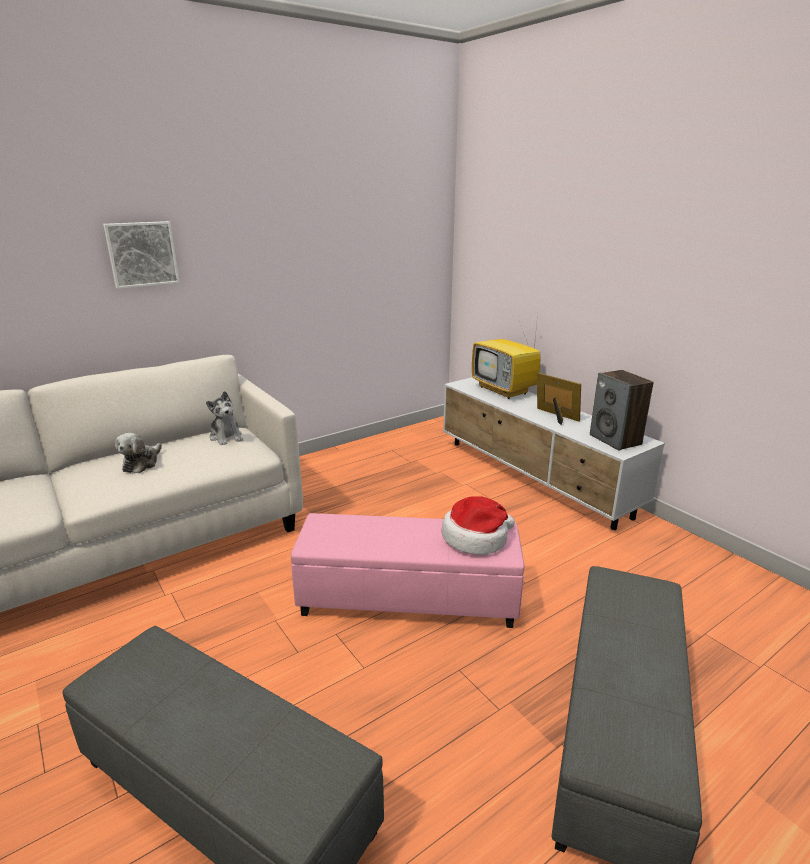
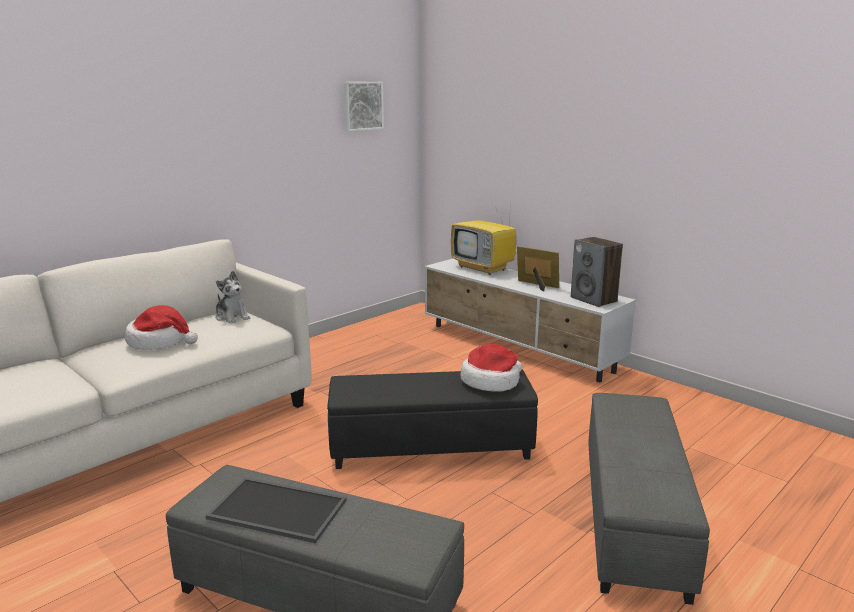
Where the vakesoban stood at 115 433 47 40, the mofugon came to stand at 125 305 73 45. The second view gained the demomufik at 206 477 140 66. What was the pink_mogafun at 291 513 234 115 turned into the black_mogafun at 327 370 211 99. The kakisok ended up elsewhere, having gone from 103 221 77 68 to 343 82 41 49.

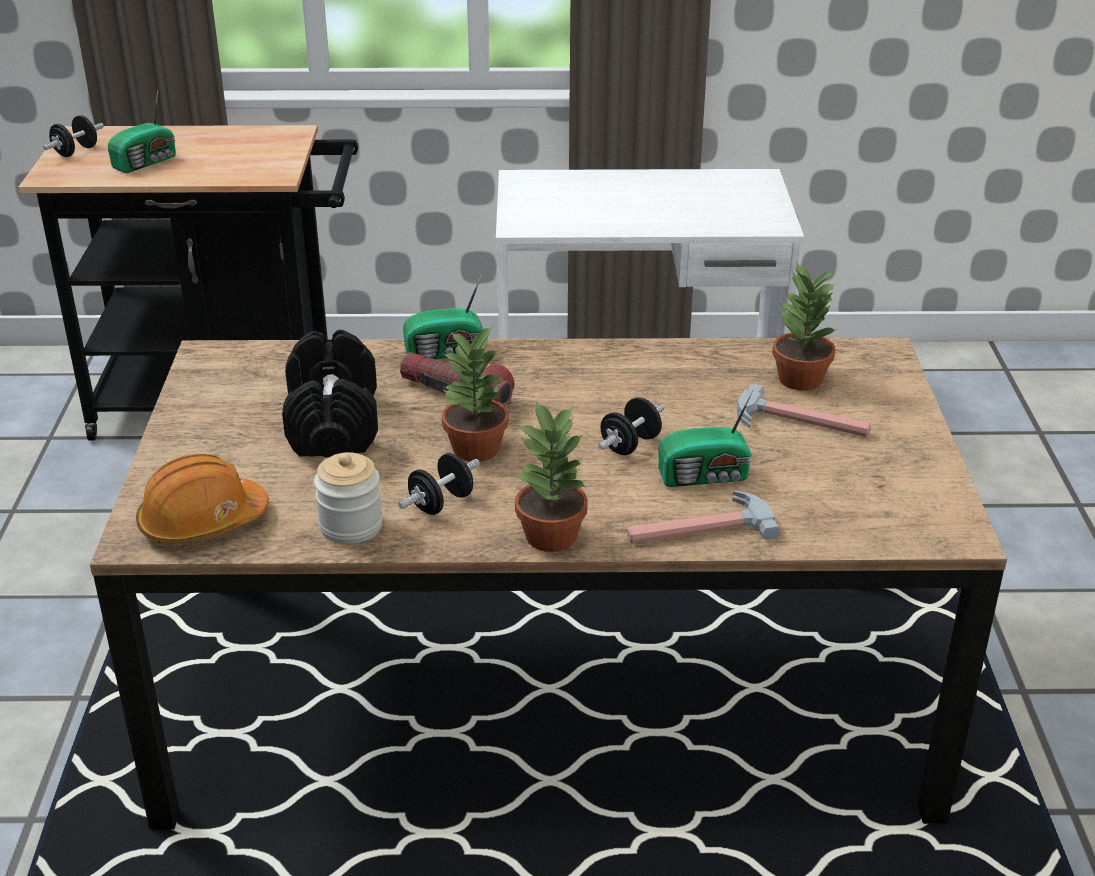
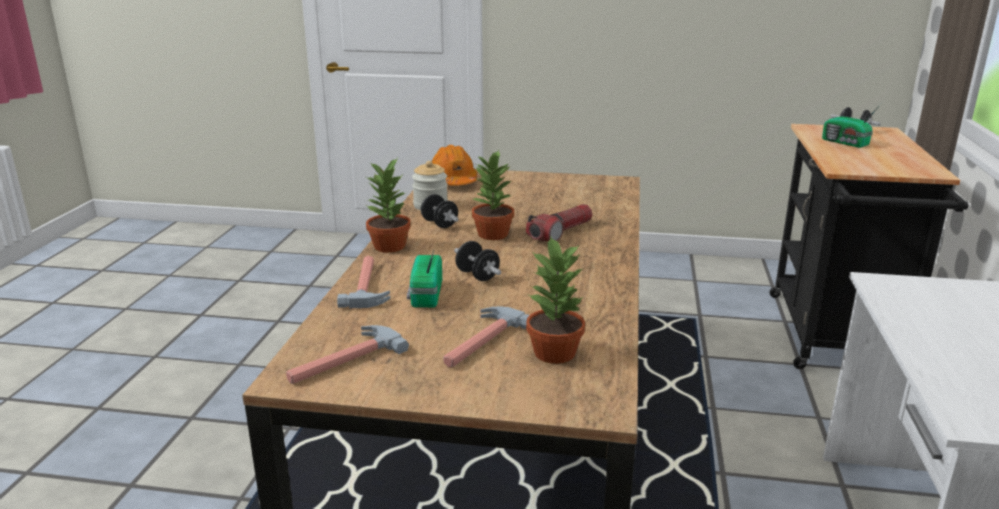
The second view gained the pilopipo at 286 325 123 59. The second view lost the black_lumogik at 282 330 96 127. The second view lost the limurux at 403 274 80 85.

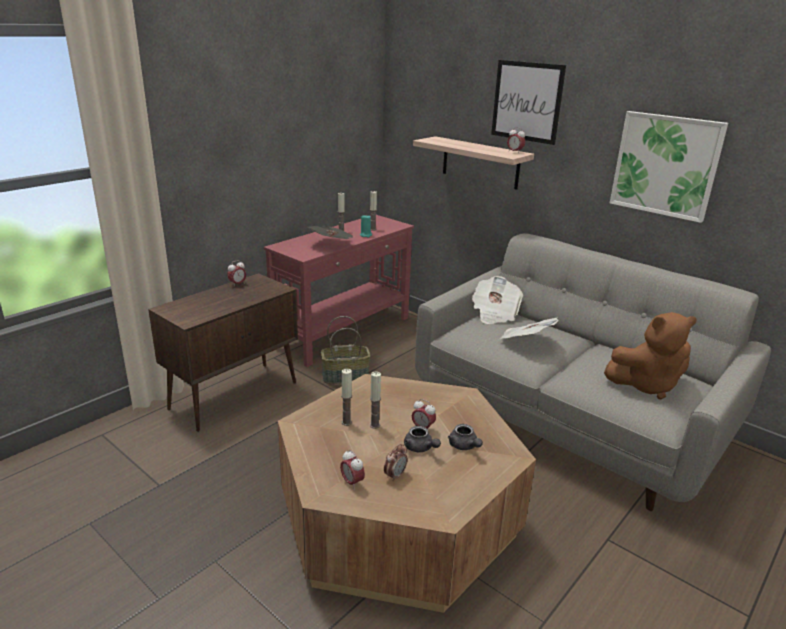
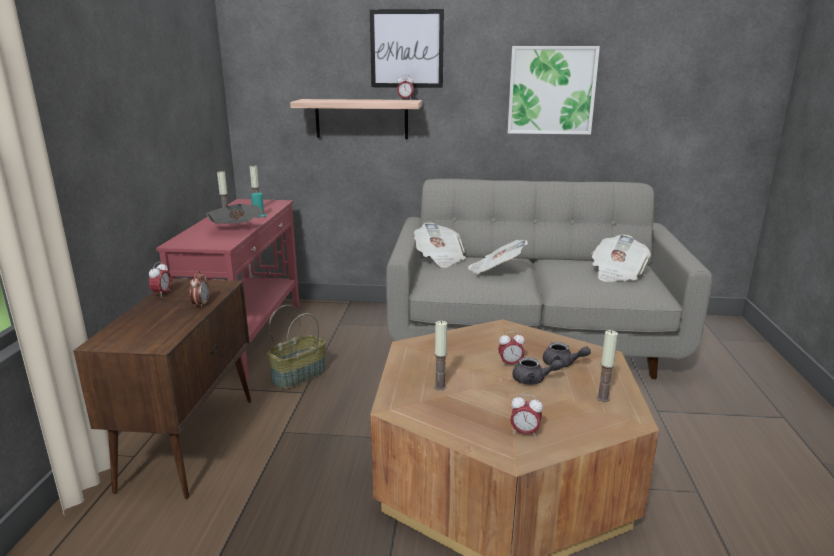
The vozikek ended up elsewhere, having gone from 384 444 23 38 to 190 271 19 37. Where the brown_vakesoban stood at 604 312 93 88, the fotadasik came to stand at 591 234 60 48. The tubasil ended up elsewhere, having gone from 370 371 11 58 to 596 330 22 72.

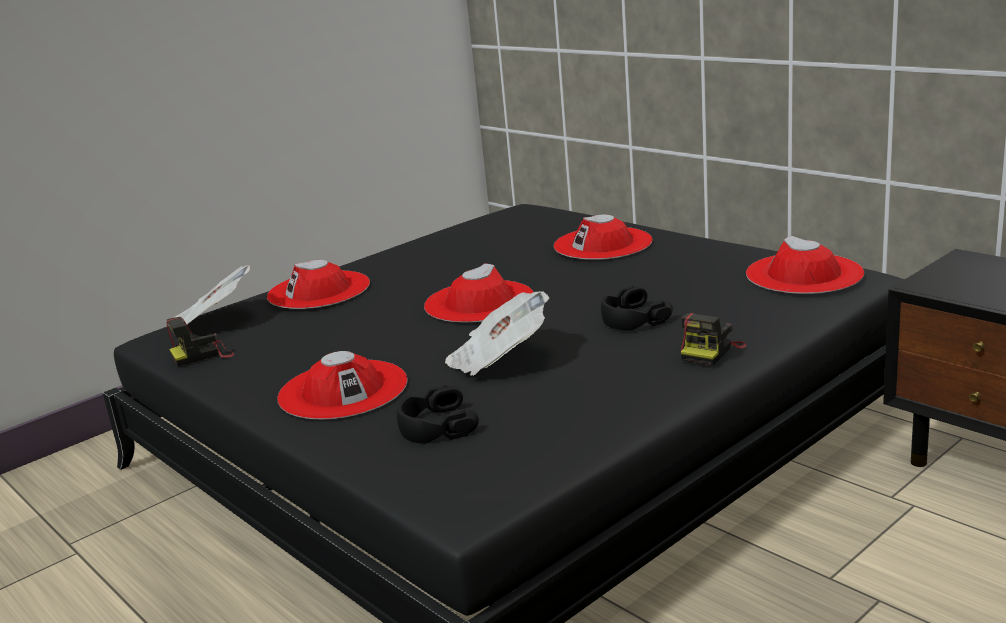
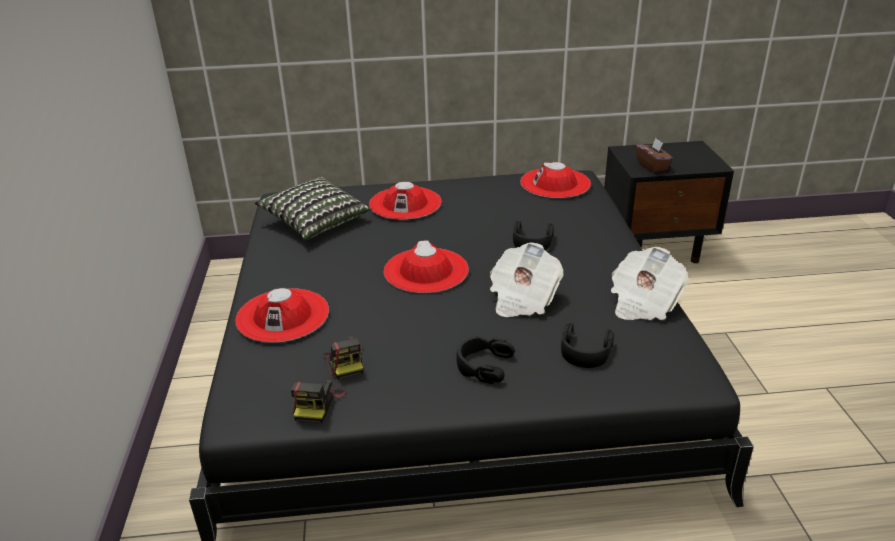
The second view gained the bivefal at 254 176 116 64. The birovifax ended up elsewhere, having gone from 680 313 67 53 to 323 337 40 43. Where the red_mofugon stood at 277 351 131 68, the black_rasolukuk came to stand at 456 336 59 48. The fotadasik ended up elsewhere, having gone from 174 265 76 59 to 611 247 78 73. The second view gained the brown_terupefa at 636 138 37 35.

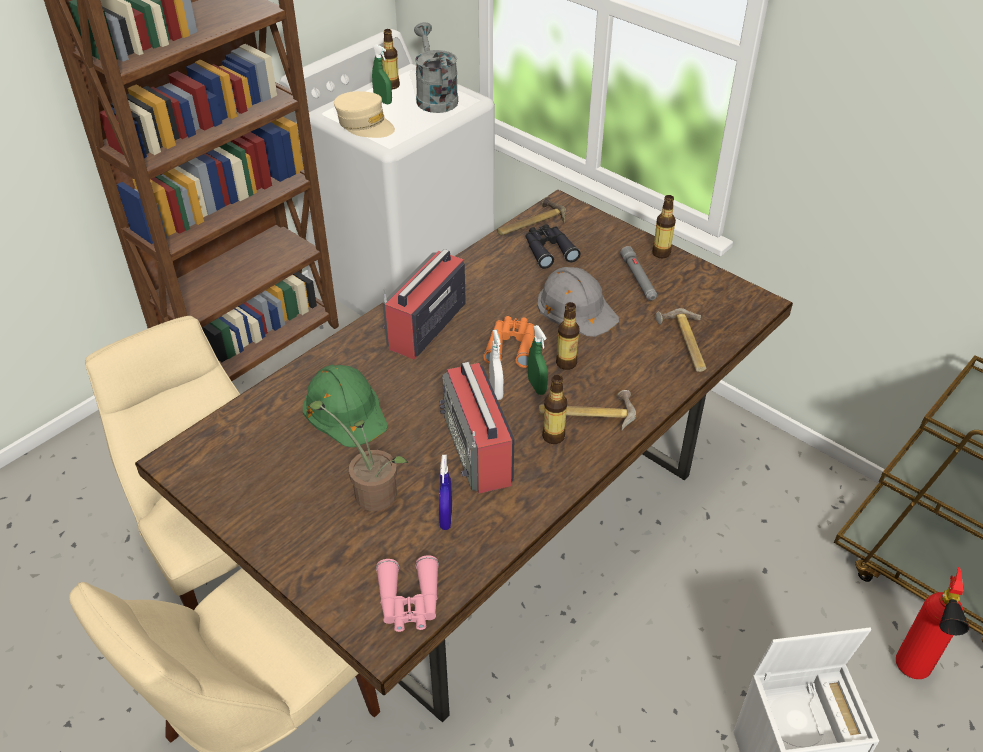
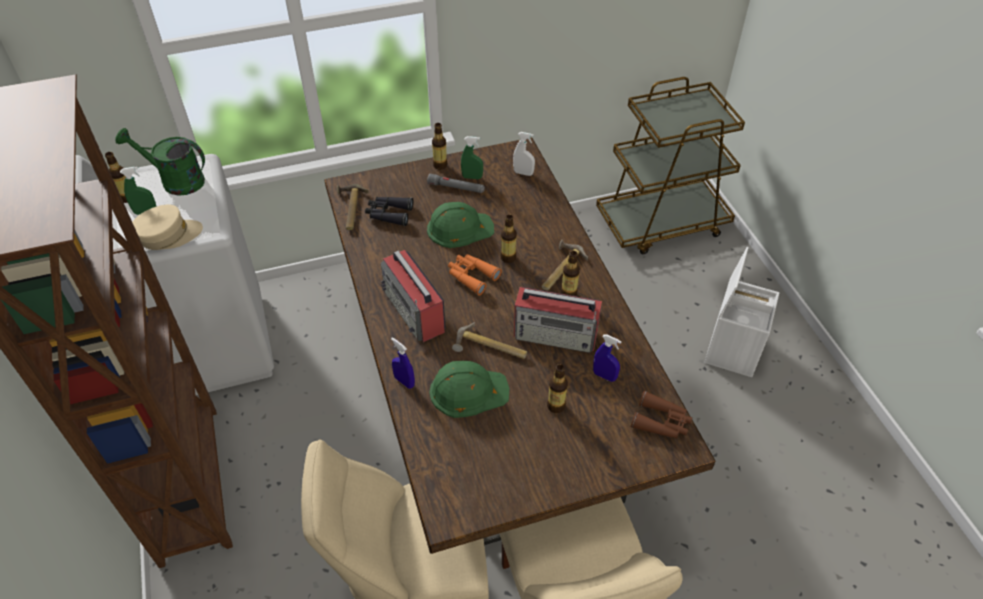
What was the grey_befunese at 414 22 44 91 turned into the green_befunese at 115 128 90 68. The second view gained the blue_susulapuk at 391 337 24 52. What was the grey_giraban at 538 267 81 70 turned into the green_giraban at 427 202 67 46. The pilopipo ended up elsewhere, having gone from 656 308 51 64 to 452 322 75 37. The green_susulapuk ended up elsewhere, having gone from 528 325 20 70 to 461 136 22 43. The white_susulapuk ended up elsewhere, having gone from 489 330 15 70 to 513 132 22 44. Where the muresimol stood at 308 400 100 111, the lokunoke came to stand at 547 364 21 49. What was the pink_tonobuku at 376 555 63 77 turned into the brown_tonobuku at 631 391 61 48. The second view lost the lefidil at 896 567 74 112.

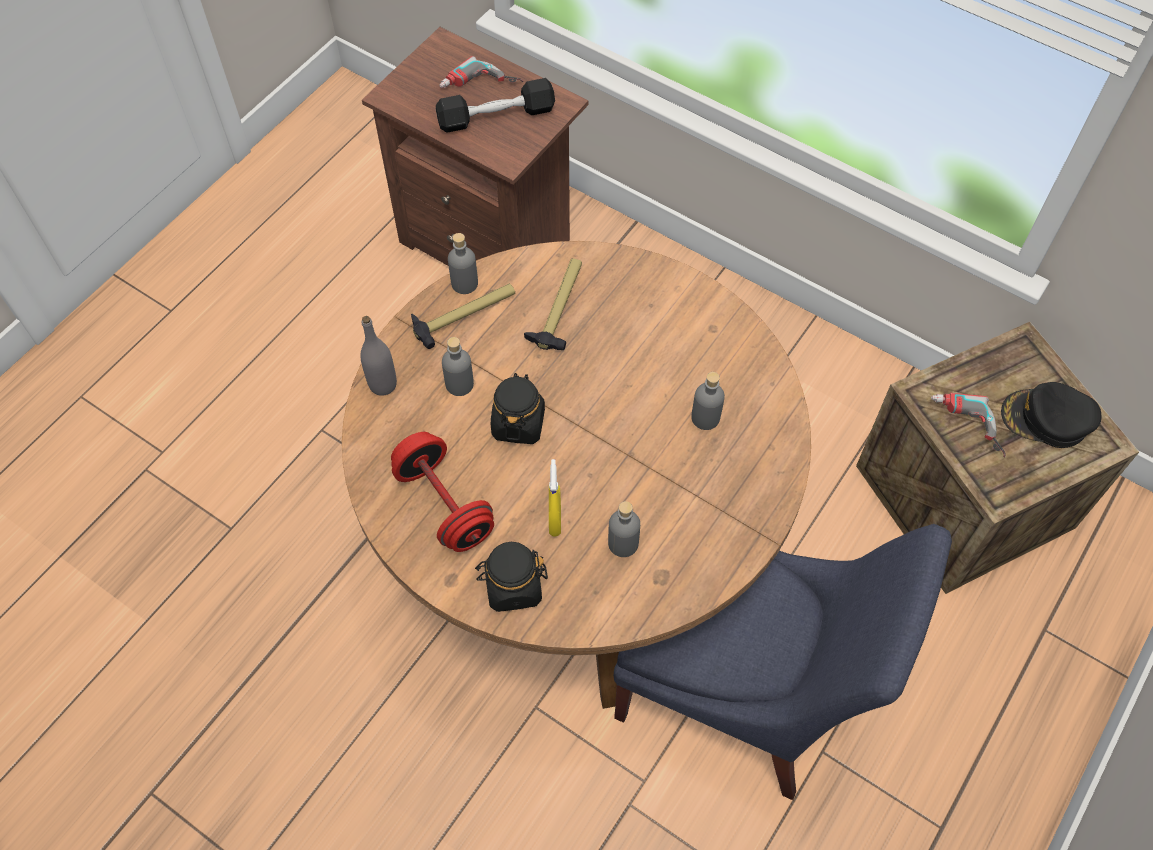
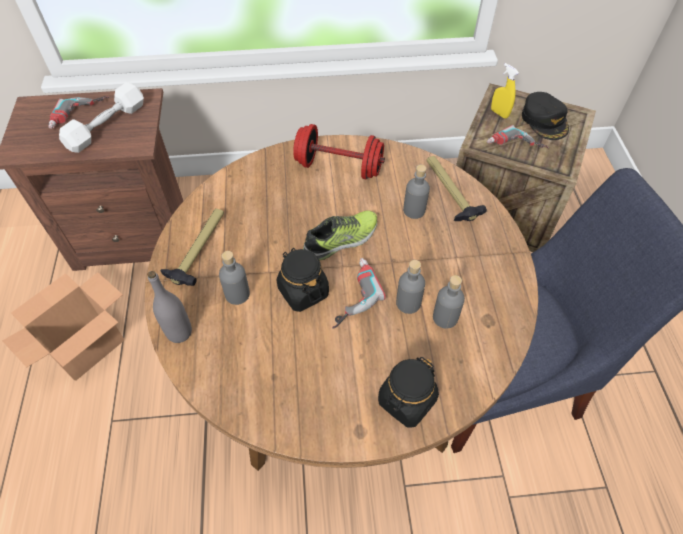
The second view gained the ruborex at 2 272 122 109. What was the black_lumogik at 436 78 119 55 turned into the white_lumogik at 59 82 85 71. The red_lumogik ended up elsewhere, having gone from 391 432 103 120 to 293 124 92 55. The second view gained the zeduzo at 303 211 74 50. The second view gained the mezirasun at 332 258 54 71. The grey_lokunoke ended up elsewhere, having gone from 448 233 30 61 to 396 260 29 54. The pilopipo ended up elsewhere, having gone from 524 259 58 91 to 427 156 60 65. The yellow_susulapuk ended up elsewhere, having gone from 549 459 12 78 to 491 63 28 56. The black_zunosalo at 1001 382 100 66 ended up facing another way, 75 degrees counterclockwise from before.

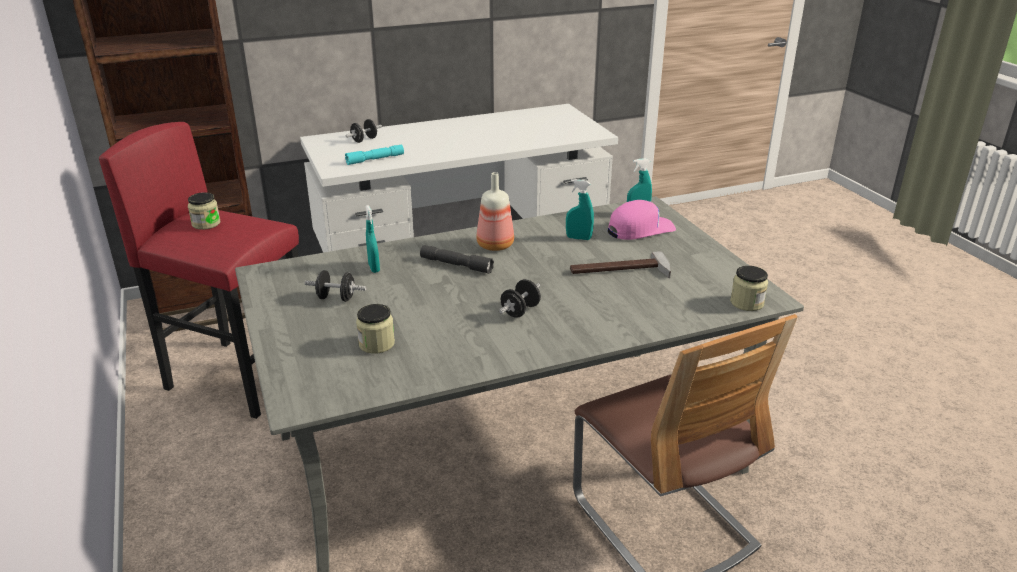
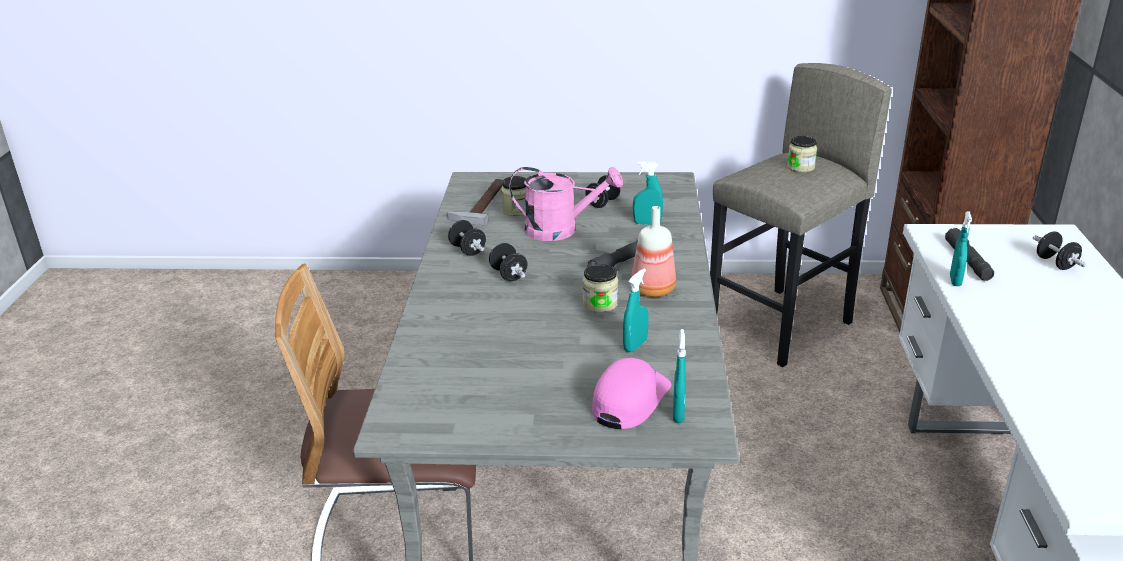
The pilopipo ended up elsewhere, having gone from 570 251 101 27 to 447 179 56 46. The second view gained the black_lumogik at 448 220 38 36. The second view gained the pink_befunese at 509 167 114 74. The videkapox ended up elsewhere, having gone from 730 266 38 45 to 582 264 36 49. The pink_zunosalo at 608 200 68 40 ended up facing another way, 150 degrees counterclockwise from before. What was the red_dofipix at 99 122 200 297 turned into the grey_dofipix at 710 63 182 304. What was the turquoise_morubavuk at 345 145 59 20 turned into the grey_morubavuk at 945 228 49 53. The second view gained the turquoise_susulapuk at 950 211 22 75.

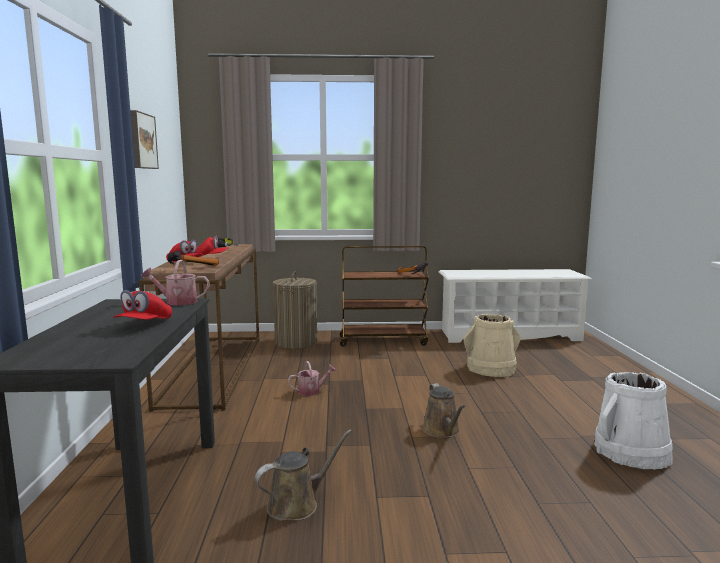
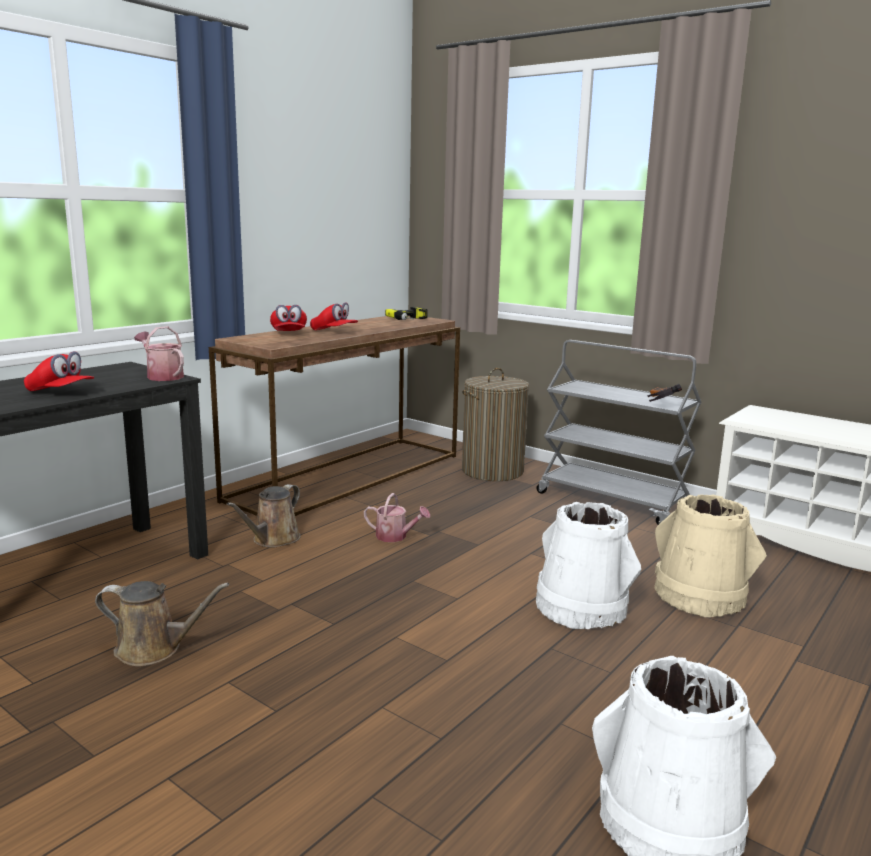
The red_zunosalo at 113 290 59 30 ended up facing another way, 120 degrees counterclockwise from before. The brown_befunese ended up elsewhere, having gone from 422 383 44 55 to 227 484 74 63. The second view gained the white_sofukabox at 536 502 105 127. What was the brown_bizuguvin at 340 246 89 101 turned into the grey_bizuguvin at 537 340 164 185. The second view lost the kakisok at 130 110 29 59. The second view lost the pilopipo at 168 250 51 16.

